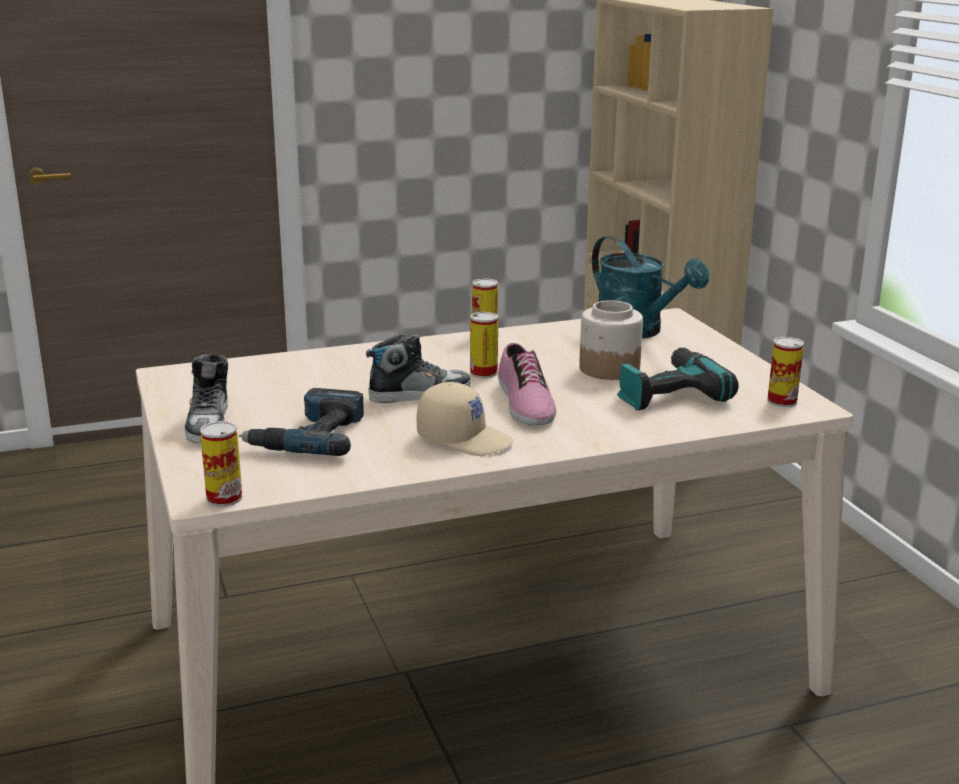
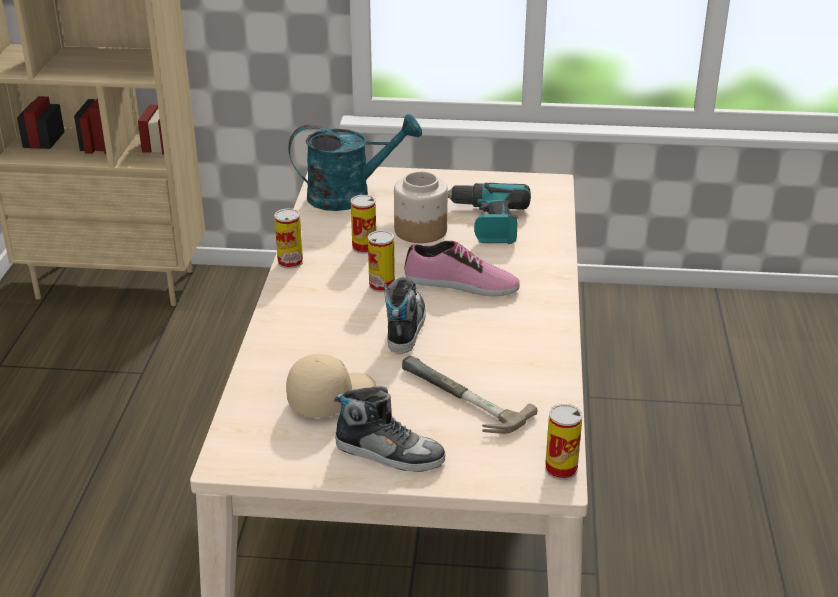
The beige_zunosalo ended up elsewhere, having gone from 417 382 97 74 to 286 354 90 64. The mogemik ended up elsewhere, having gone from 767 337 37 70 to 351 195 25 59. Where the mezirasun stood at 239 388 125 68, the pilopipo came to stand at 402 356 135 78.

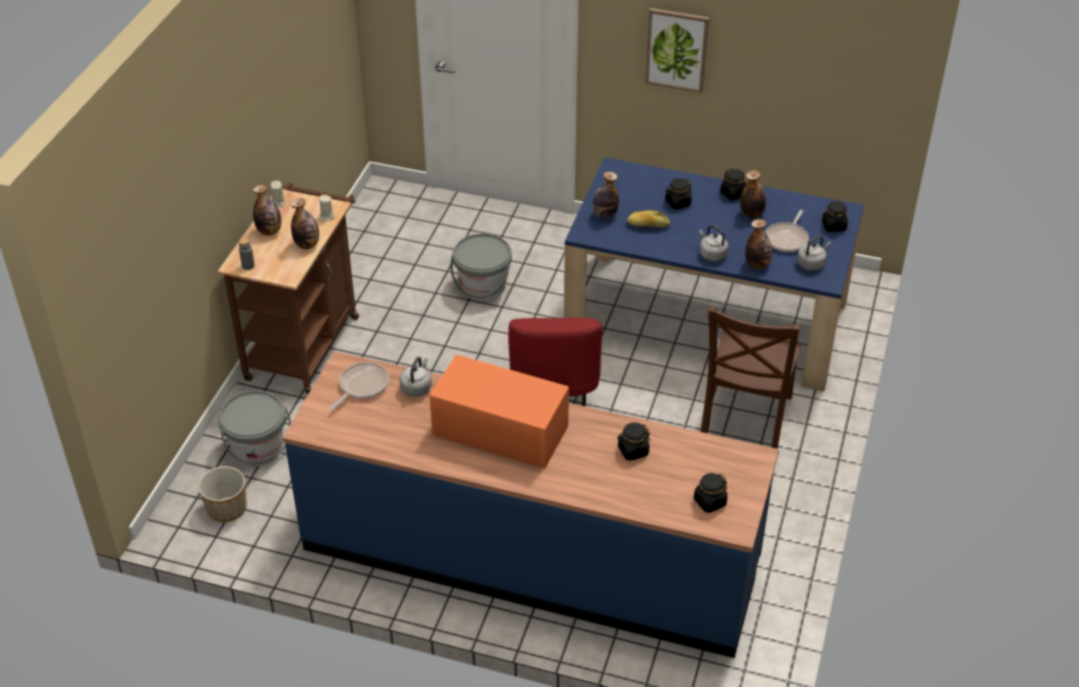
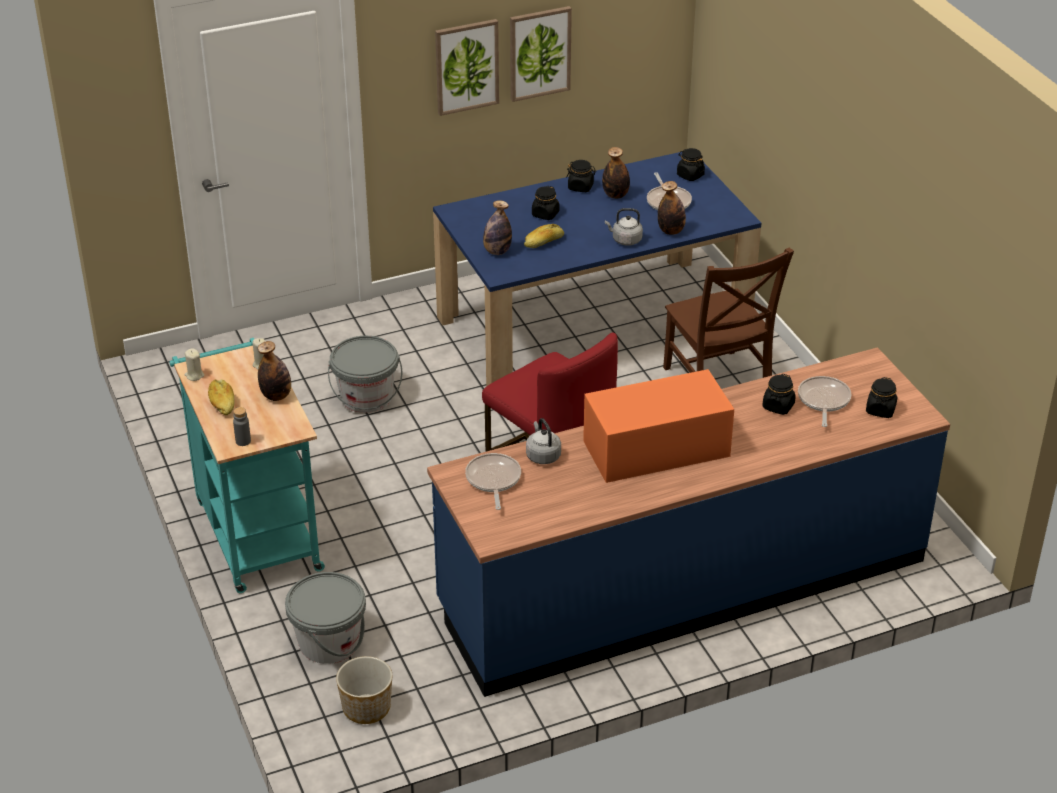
What was the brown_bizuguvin at 218 183 141 211 turned into the turquoise_bizuguvin at 169 338 156 255. Where the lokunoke stood at 253 185 28 51, the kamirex came to stand at 208 379 27 36. The second view gained the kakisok at 510 6 62 96. The second view gained the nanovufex at 798 376 53 51. The second view lost the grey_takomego at 797 236 34 35.

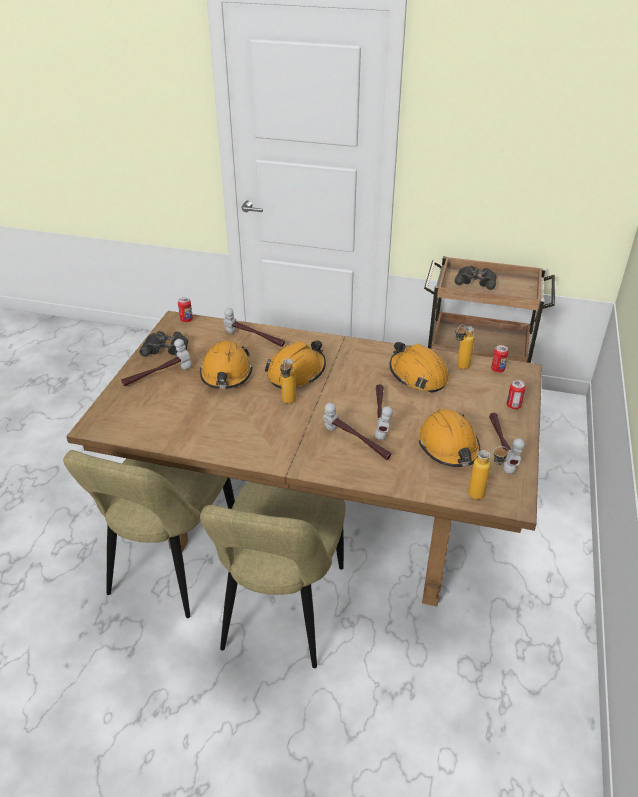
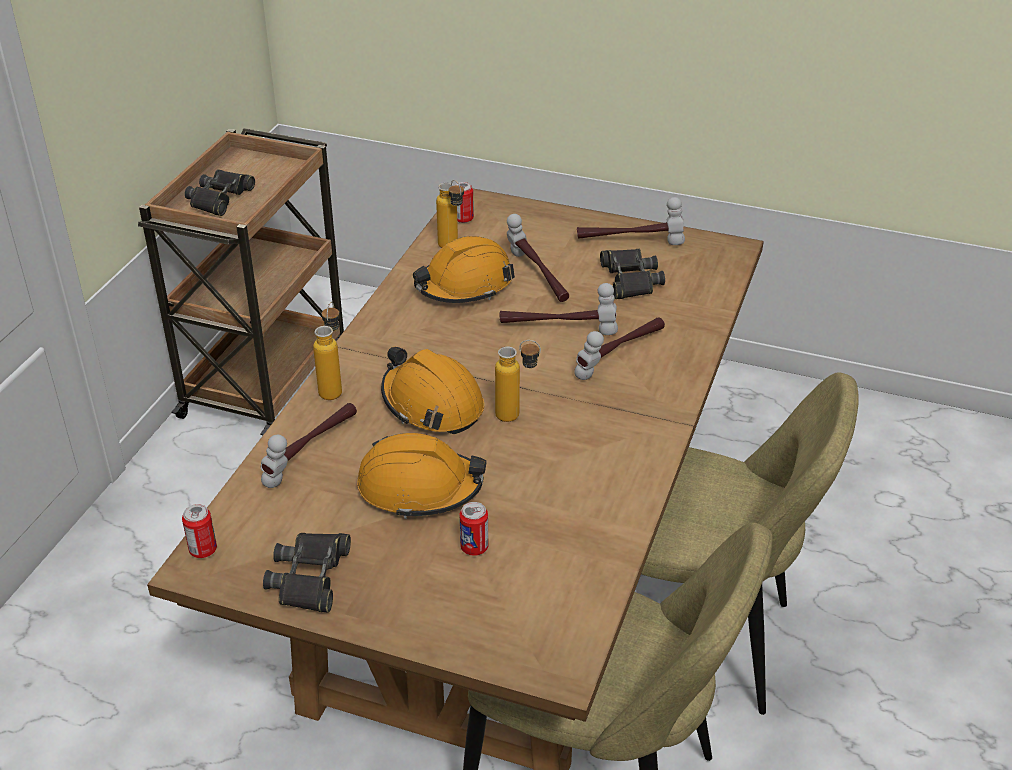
The lokunoke ended up elsewhere, having gone from 468 446 41 54 to 313 302 29 98. The mogemik ended up elsewhere, having gone from 506 380 20 29 to 460 502 28 54. The pilopipo ended up elsewhere, having gone from 121 339 71 47 to 507 214 62 88. Where the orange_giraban stood at 419 409 61 58, the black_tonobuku came to stand at 600 249 65 50.

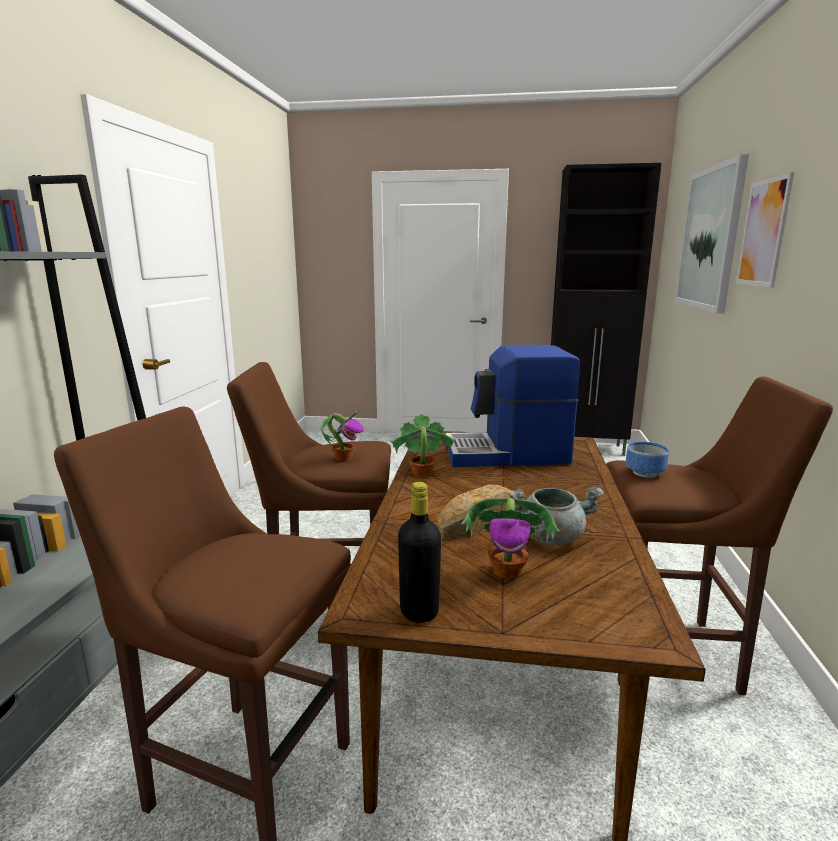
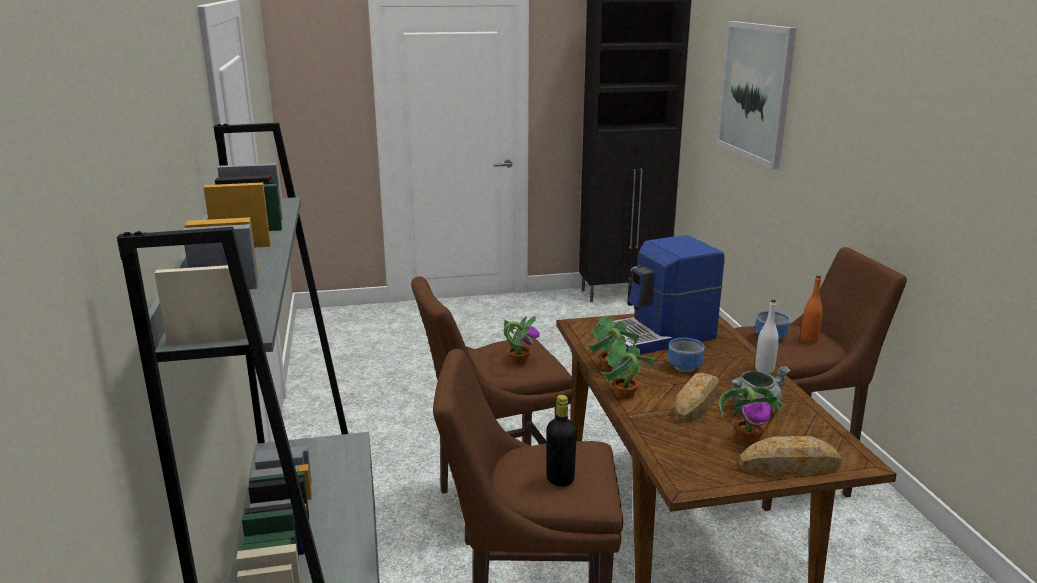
The black_lokunoke ended up elsewhere, having gone from 398 482 43 141 to 547 395 30 92. The second view gained the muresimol at 600 340 55 59. The second view gained the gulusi at 668 338 36 34. The second view gained the kamirex at 739 436 103 39. The second view gained the white_lokunoke at 755 299 24 74. The second view gained the orange_lokunoke at 801 275 22 68. The second view lost the kakisok at 736 172 58 115.

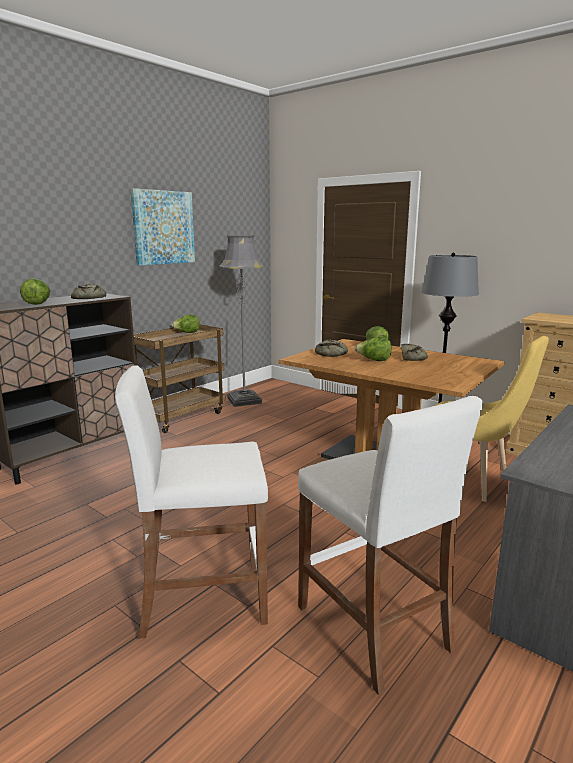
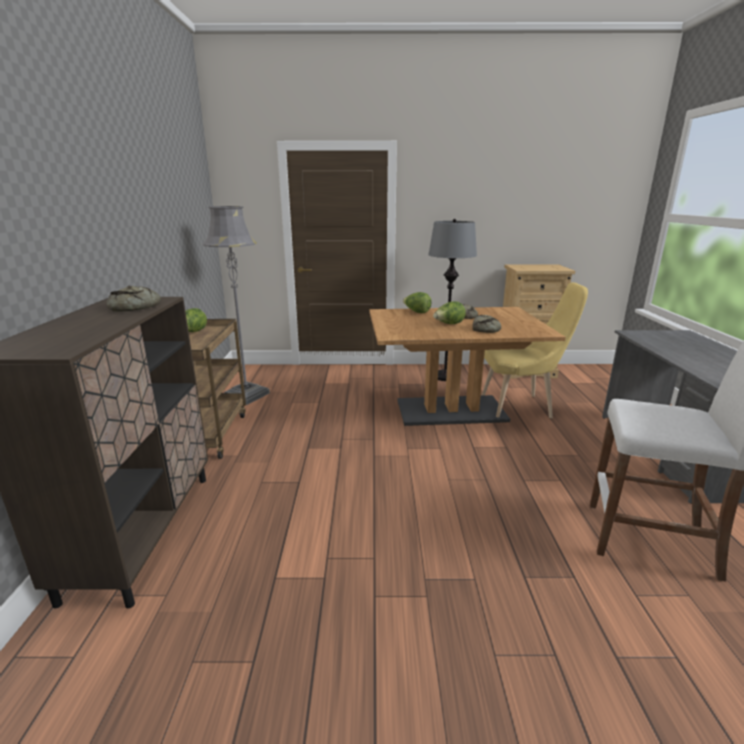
The kamirex ended up elsewhere, having gone from 315 340 33 17 to 473 315 28 18. The second view lost the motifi at 20 278 30 27. The second view lost the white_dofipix at 115 365 153 274. The second view lost the kakisok at 131 188 64 77.

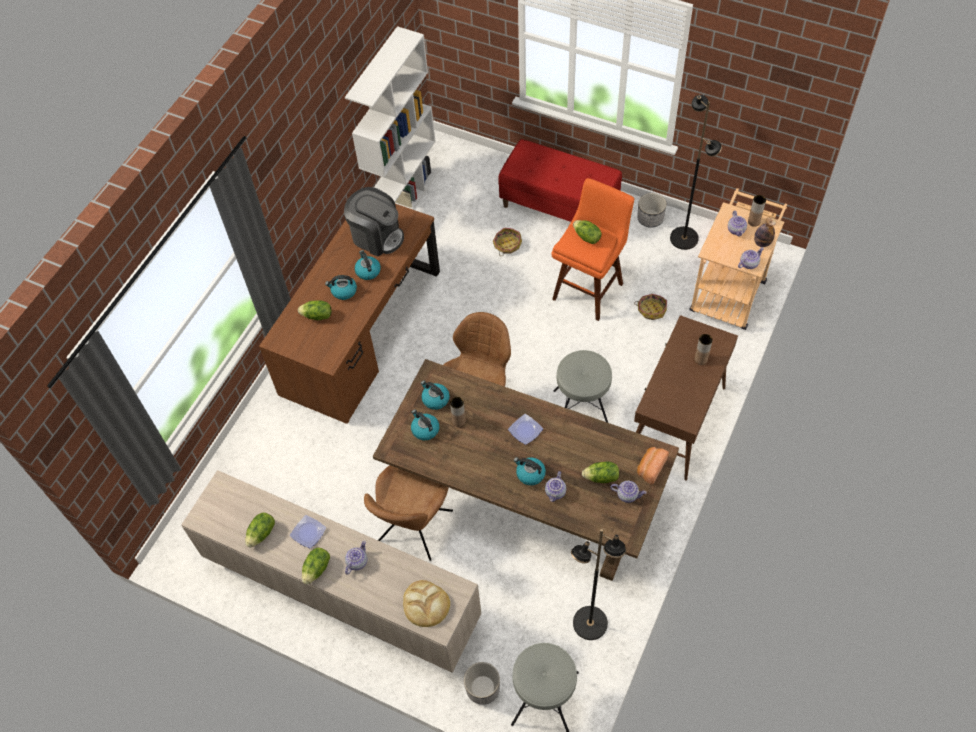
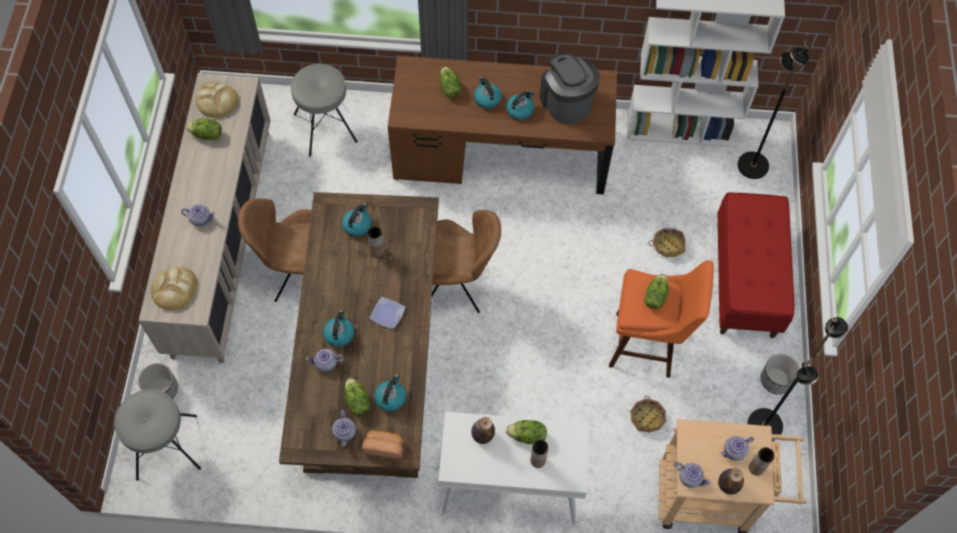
The second view gained the kamirex at 196 81 42 37. The grey_dofipix ended up elsewhere, having gone from 553 350 59 73 to 291 64 67 93. The takomego ended up elsewhere, having gone from 421 381 29 29 to 374 374 32 38. What was the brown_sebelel at 634 315 104 166 turned into the white_sebelel at 438 412 152 113. The second view gained the lokunoke at 471 417 24 27. The motifi ended up elsewhere, having gone from 302 548 28 36 to 506 420 41 24. The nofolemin at 344 187 60 69 ended up facing another way, 150 degrees clockwise from before. The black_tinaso ended up elsewhere, having gone from 571 529 55 111 to 738 34 73 145. The second view lost the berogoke at 290 515 36 33.

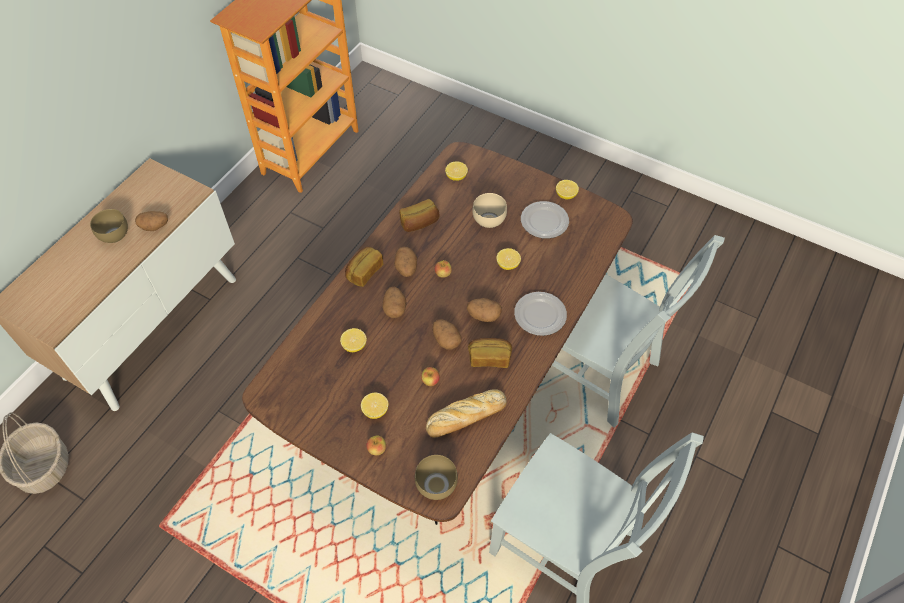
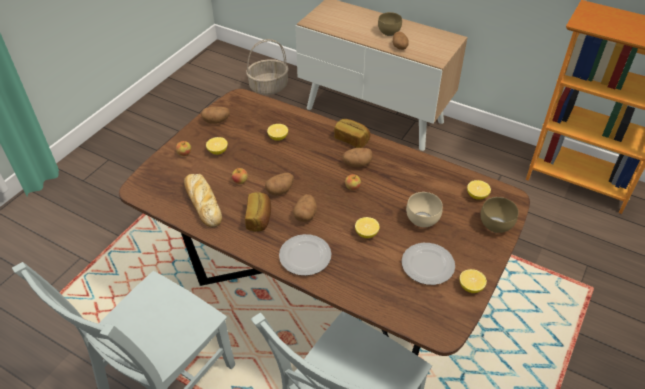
The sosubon ended up elsewhere, having gone from 382 287 25 31 to 201 107 29 17. The brown_gulusi ended up elsewhere, having gone from 415 455 43 45 to 481 197 38 36. The second view lost the kamirex at 399 199 40 33.

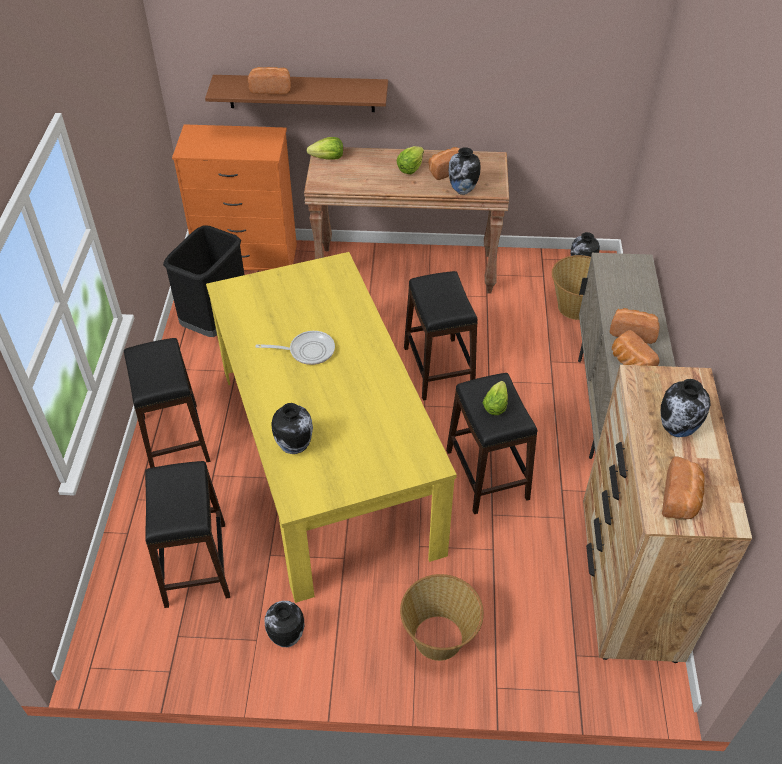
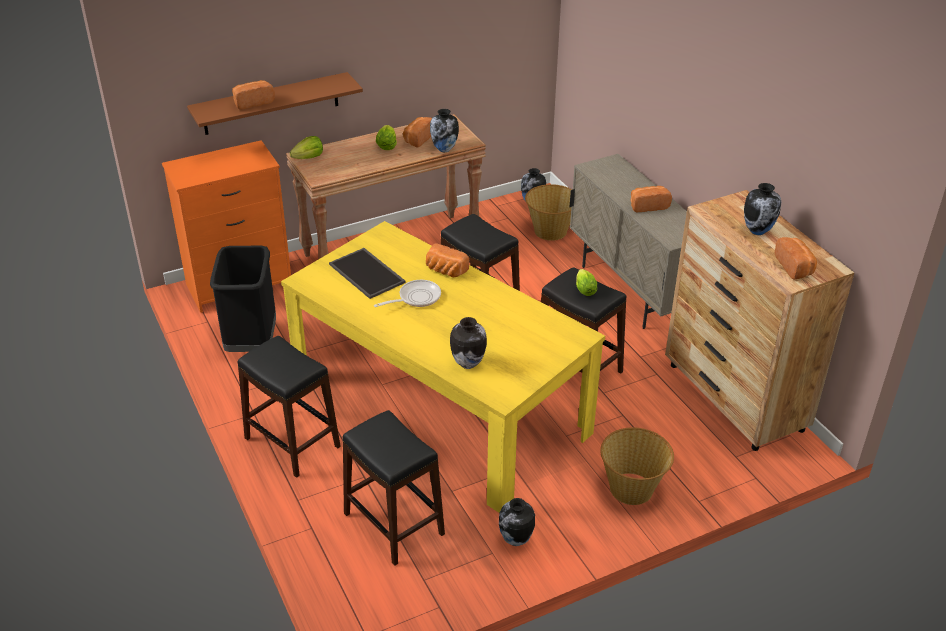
The second view gained the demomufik at 329 248 77 51. The kamirex ended up elsewhere, having gone from 612 330 47 36 to 426 244 43 33.

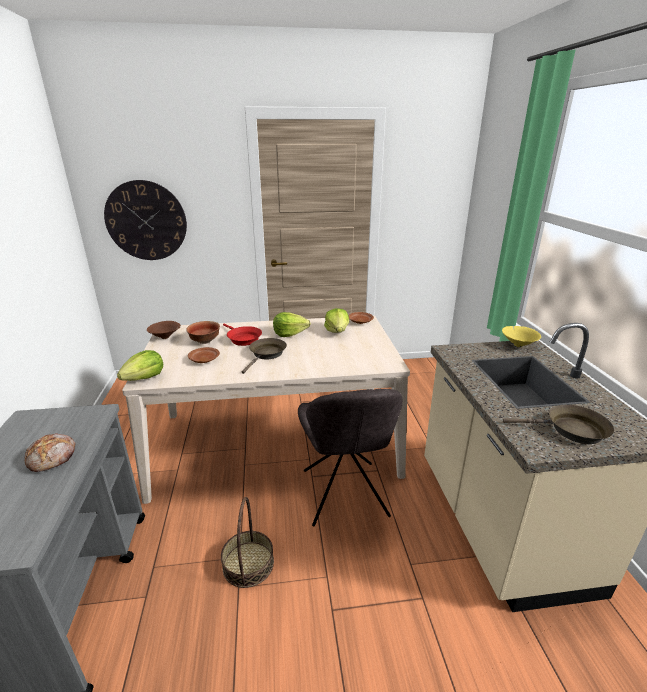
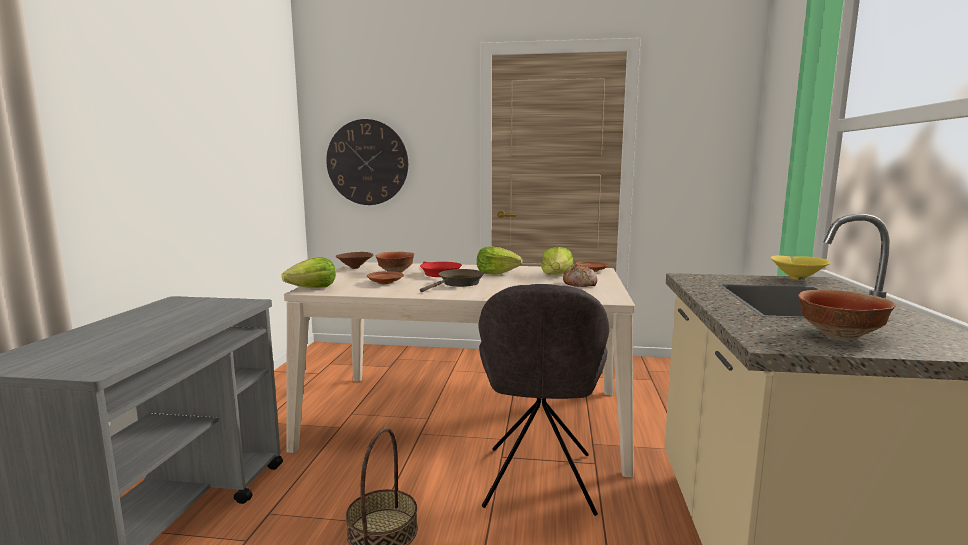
The kamirex ended up elsewhere, having gone from 25 433 51 39 to 563 265 34 22. Where the brown_nanovufex stood at 503 405 111 39, the gulusi came to stand at 798 290 97 50.

